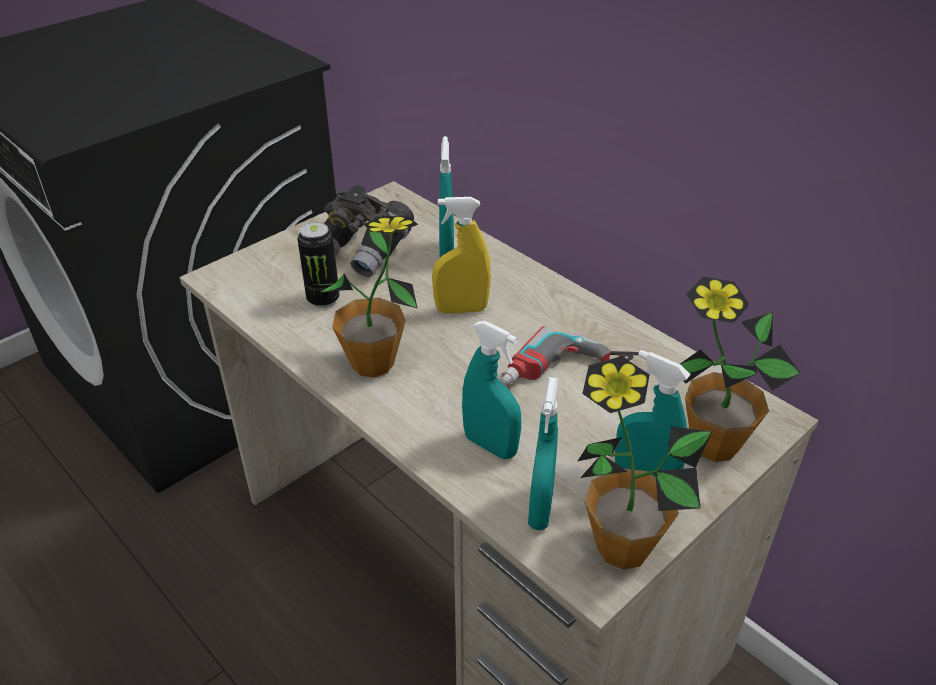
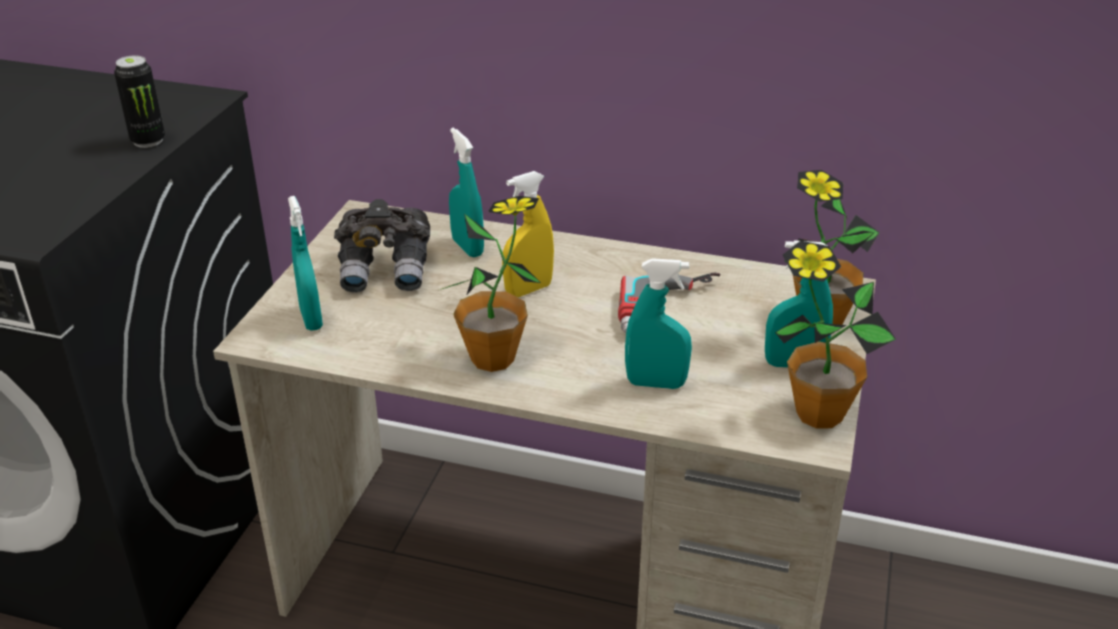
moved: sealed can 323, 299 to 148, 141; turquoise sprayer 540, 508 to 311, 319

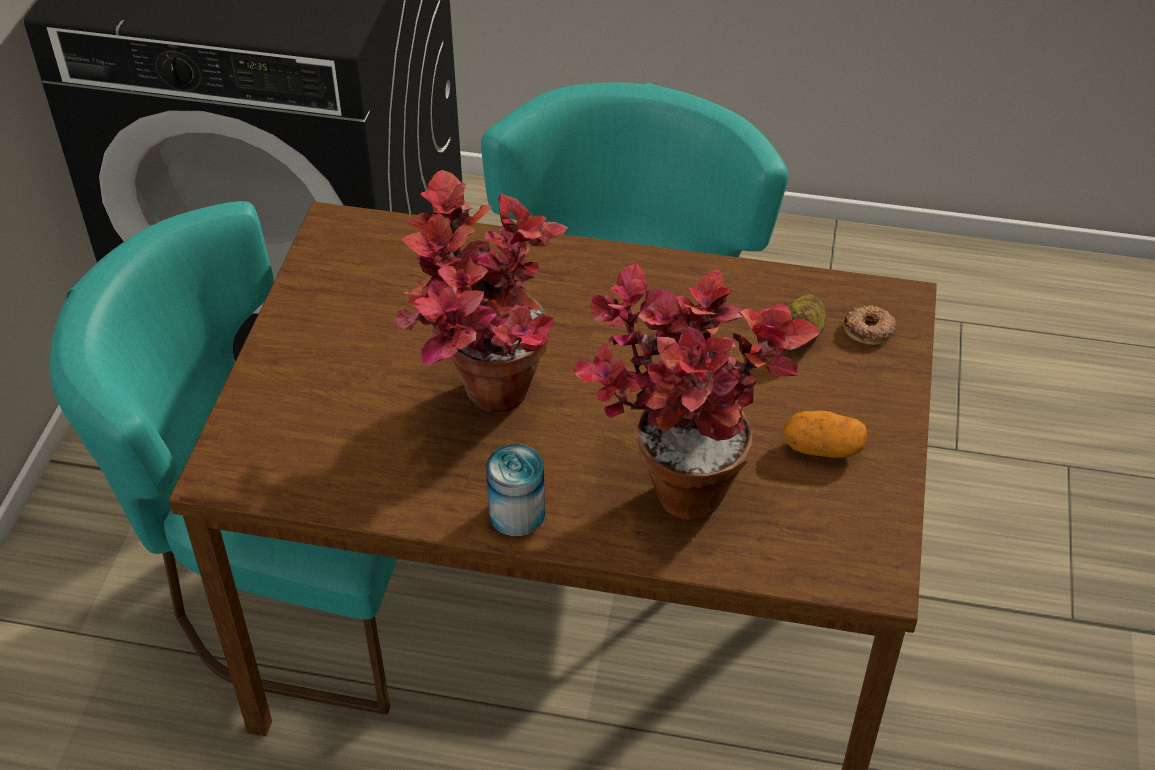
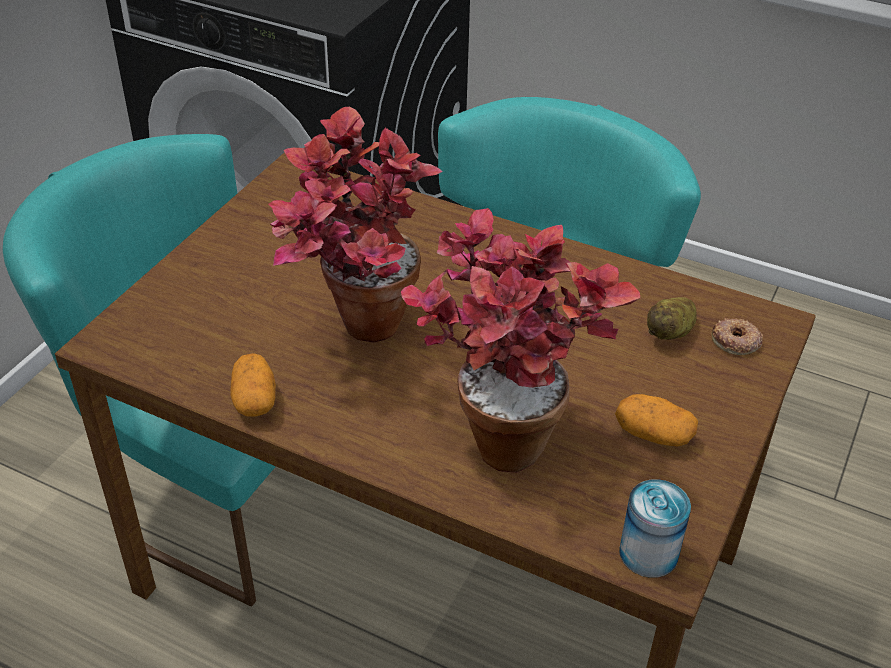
added: whole potato 254, 399
moved: sealed can 517, 514 to 648, 553

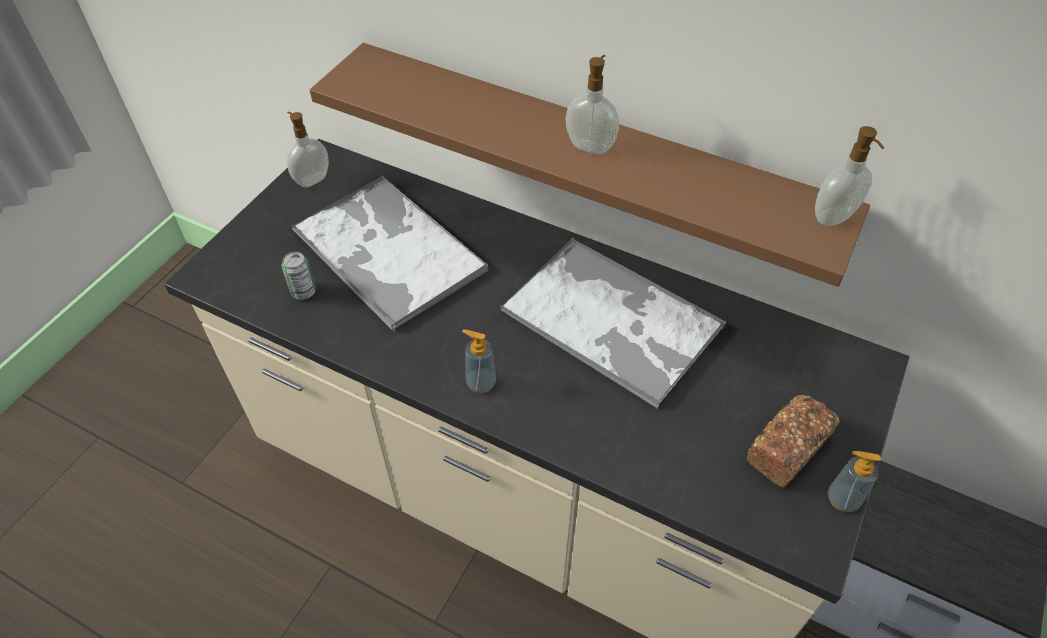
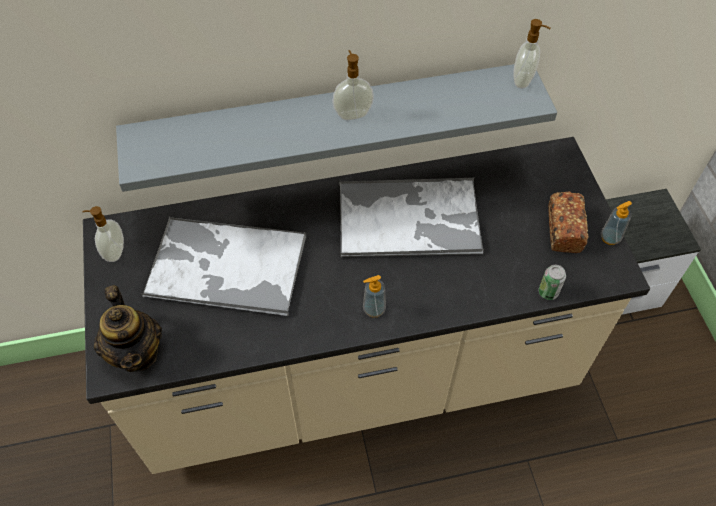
added: teapot 137, 352
moved: sealed can 303, 292 to 548, 292
recoloured: brownish shelf 588, 155 to grey shelf 332, 120

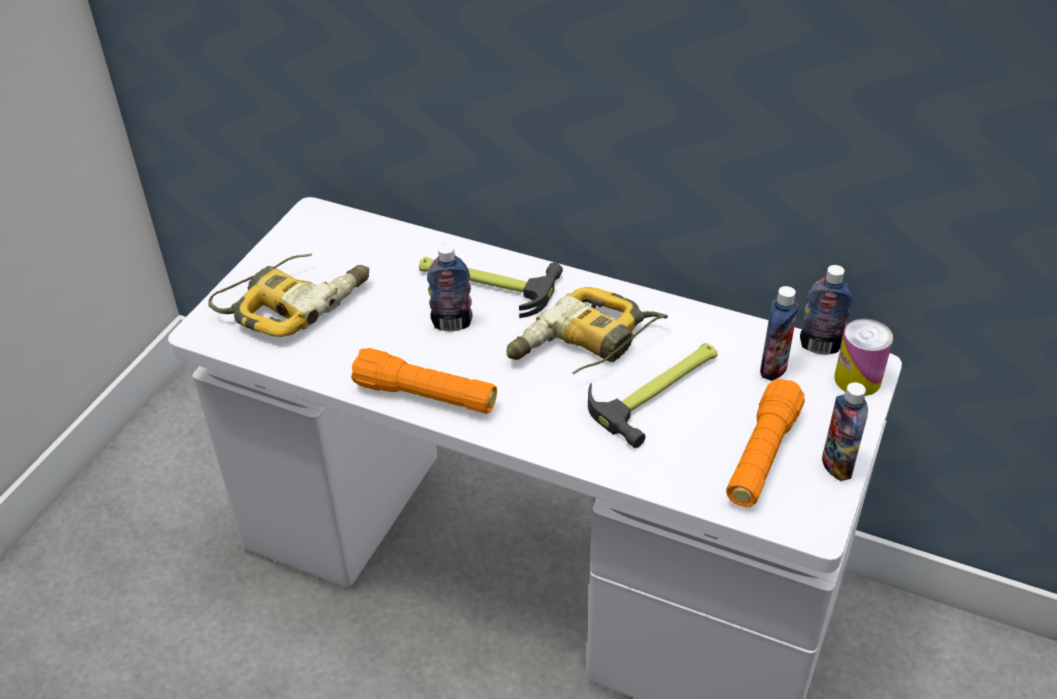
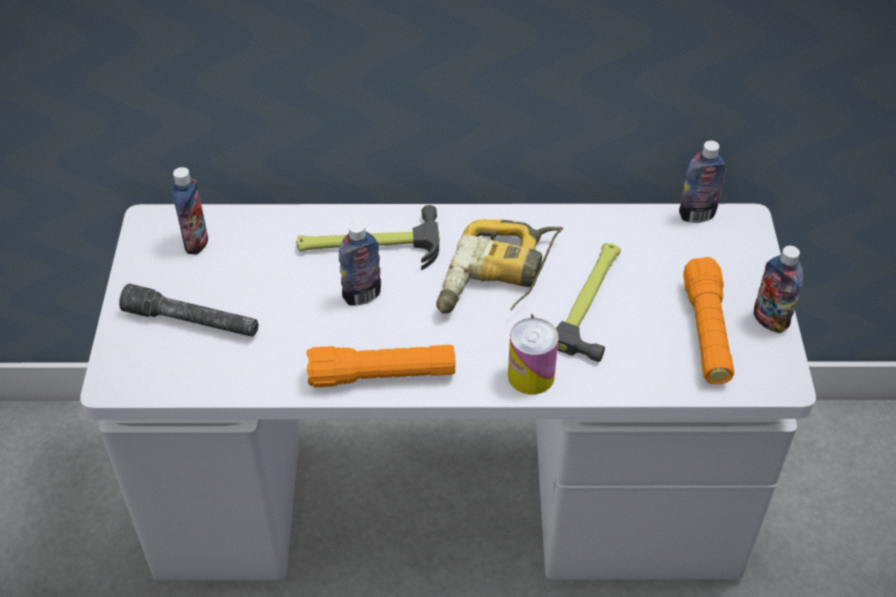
moved: bottle 773, 368 to 196, 242; sealed can 857, 379 to 531, 376
replaced: power drill 295, 302 to grey hand torch 192, 321

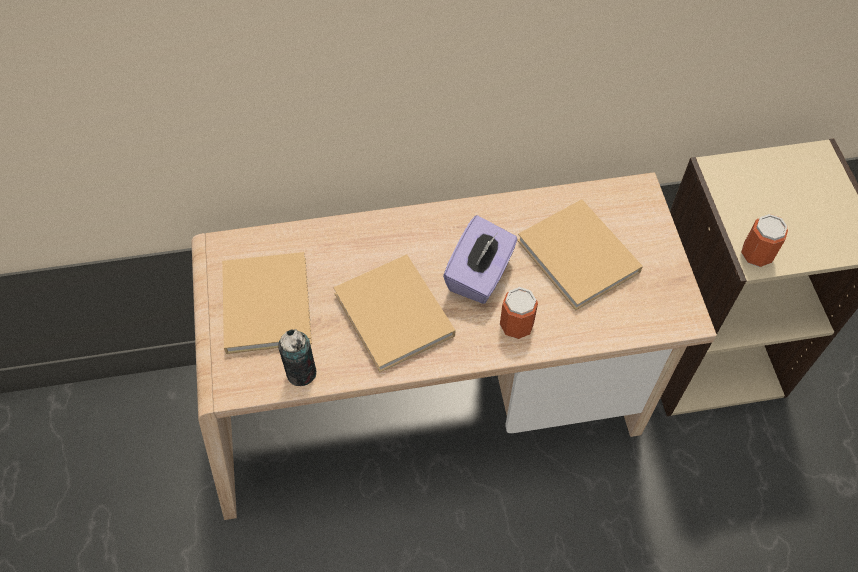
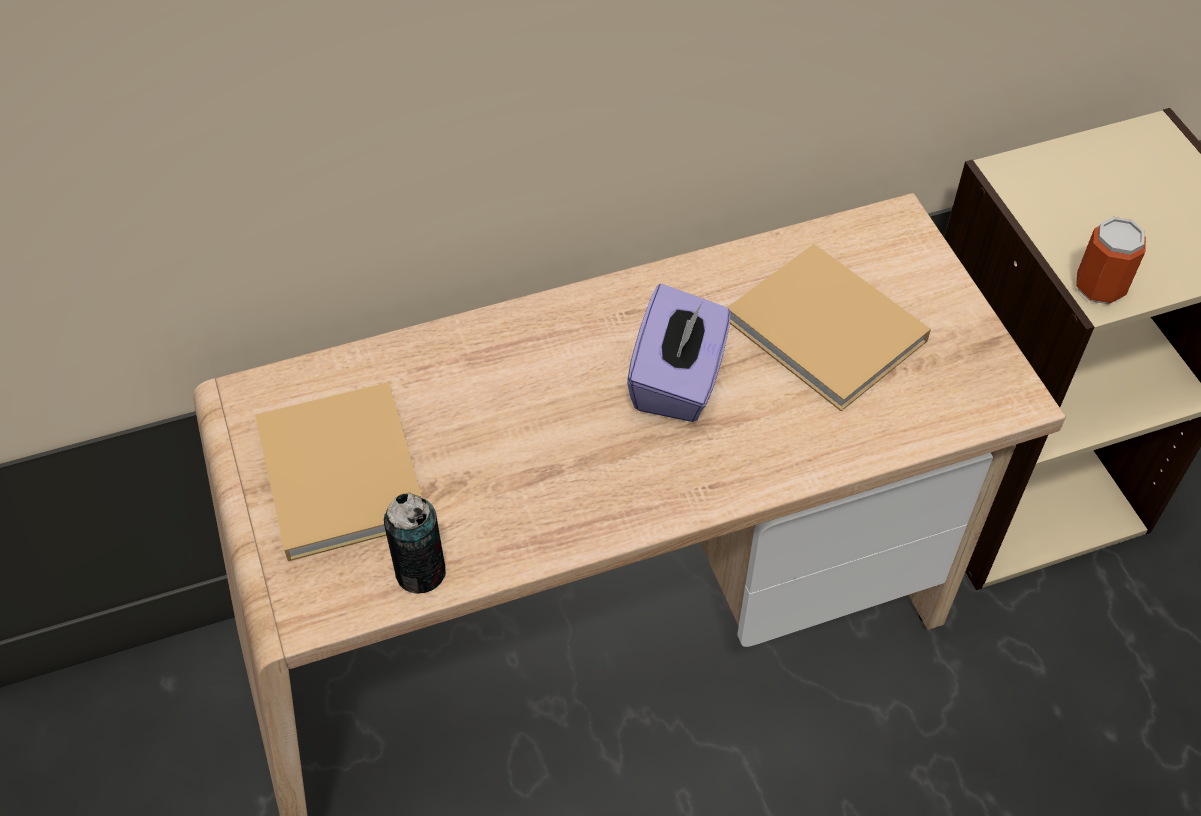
removed: beige volume 395, 317; sealed can 516, 325

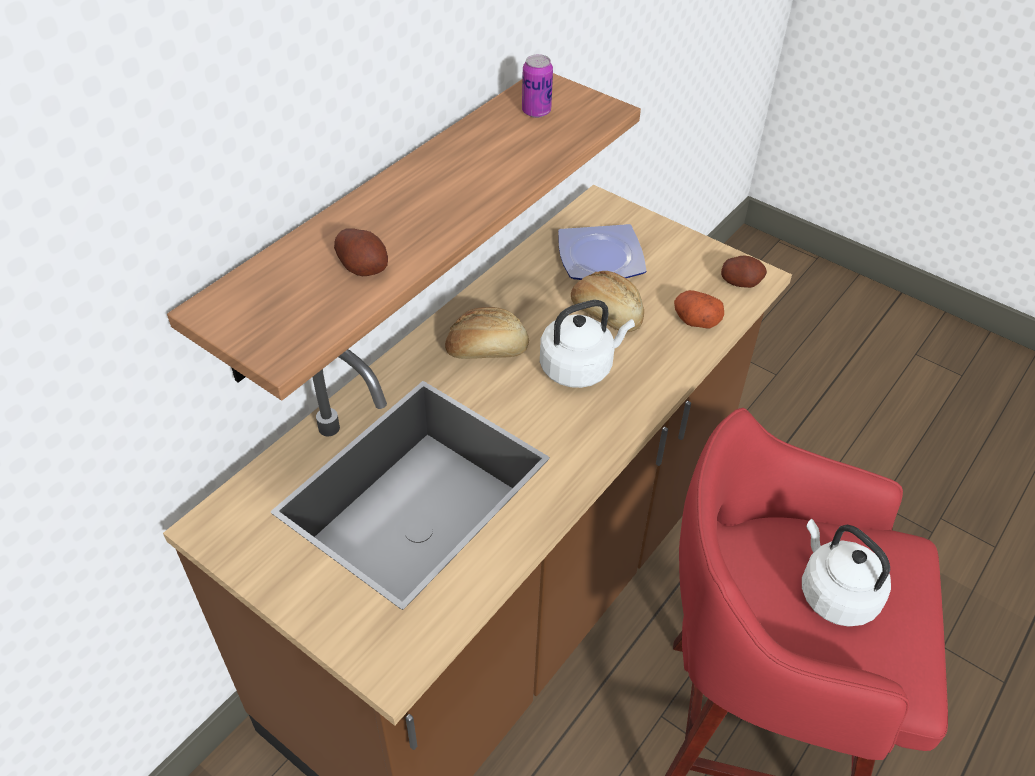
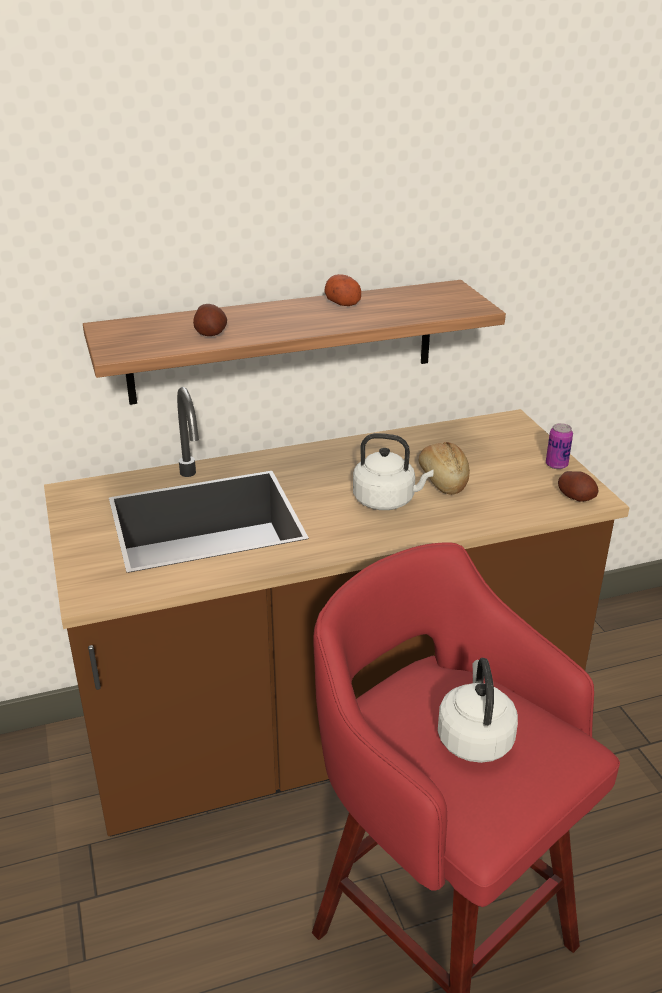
removed: baked bread 487, 349; flat dish 598, 257
moved: sealed can 536, 111 to 556, 465; whole potato 695, 320 to 341, 302

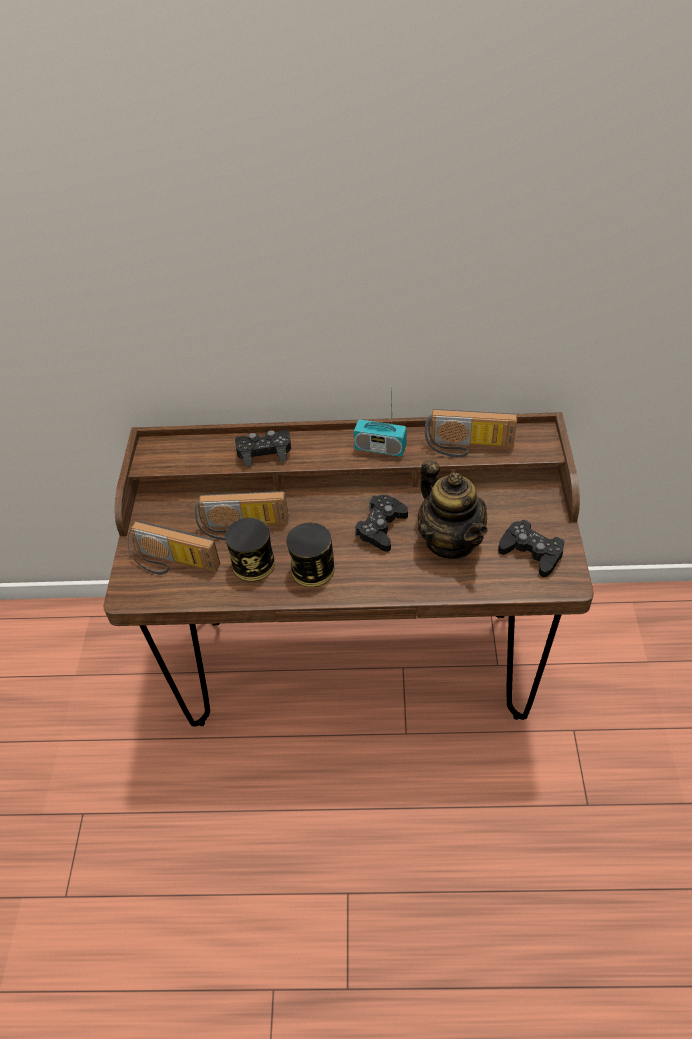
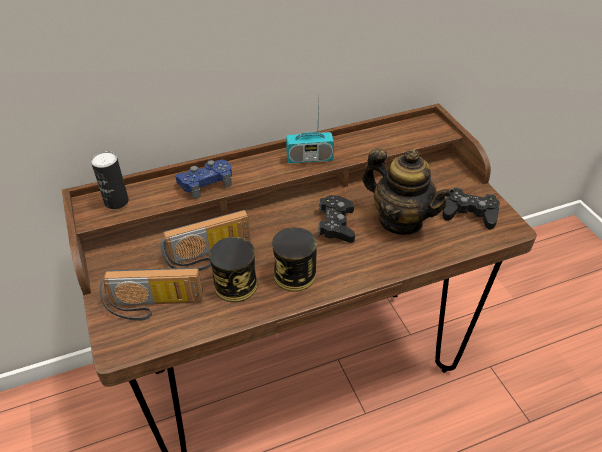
removed: radio receiver 468, 447
added: sealed can 116, 202
recoloured: black-coloured game controller 264, 451 to blue-coloured game controller 206, 182

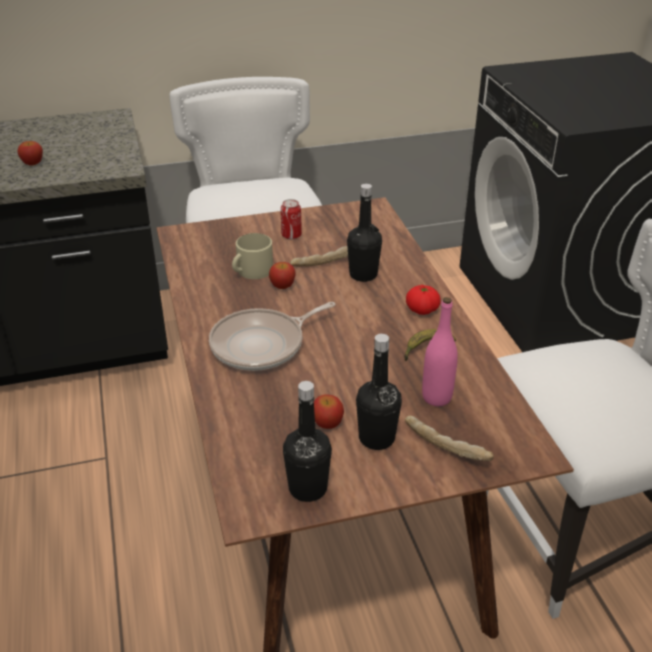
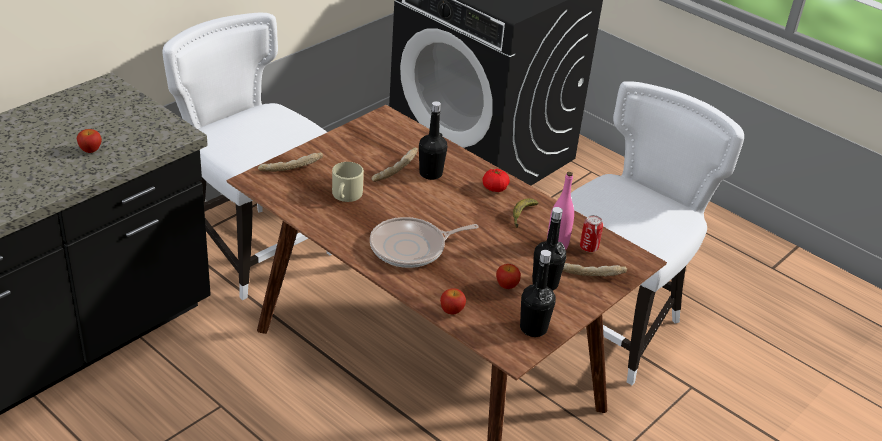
added: baked bread 290, 167
moved: apple fruit 282, 286 to 452, 310; sealed can 291, 235 to 588, 247
turned: pan 262, 345 = 411, 248 45 degrees clockwise

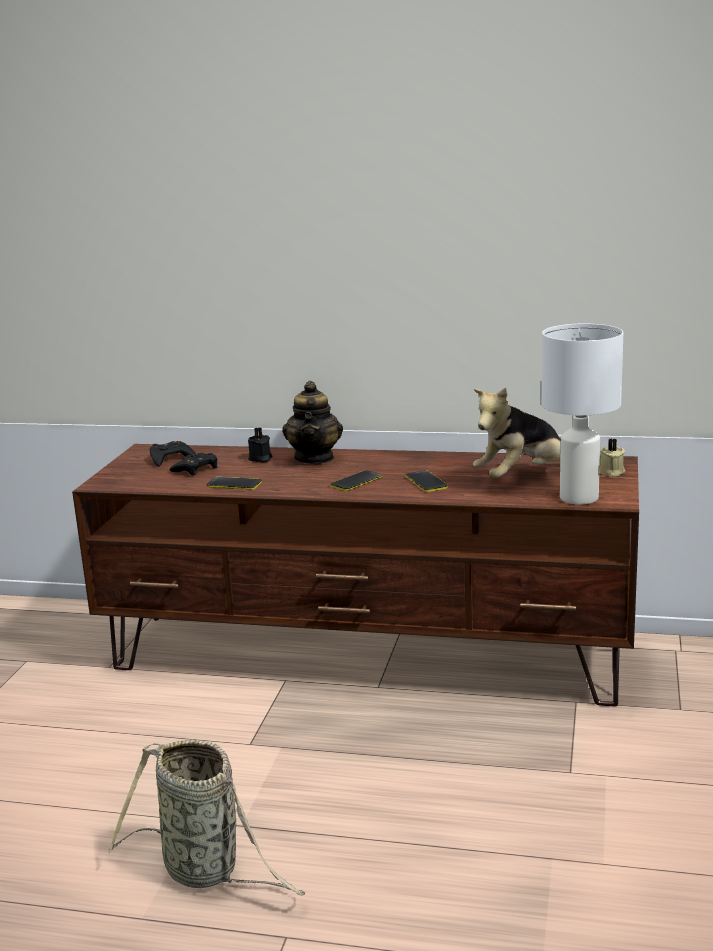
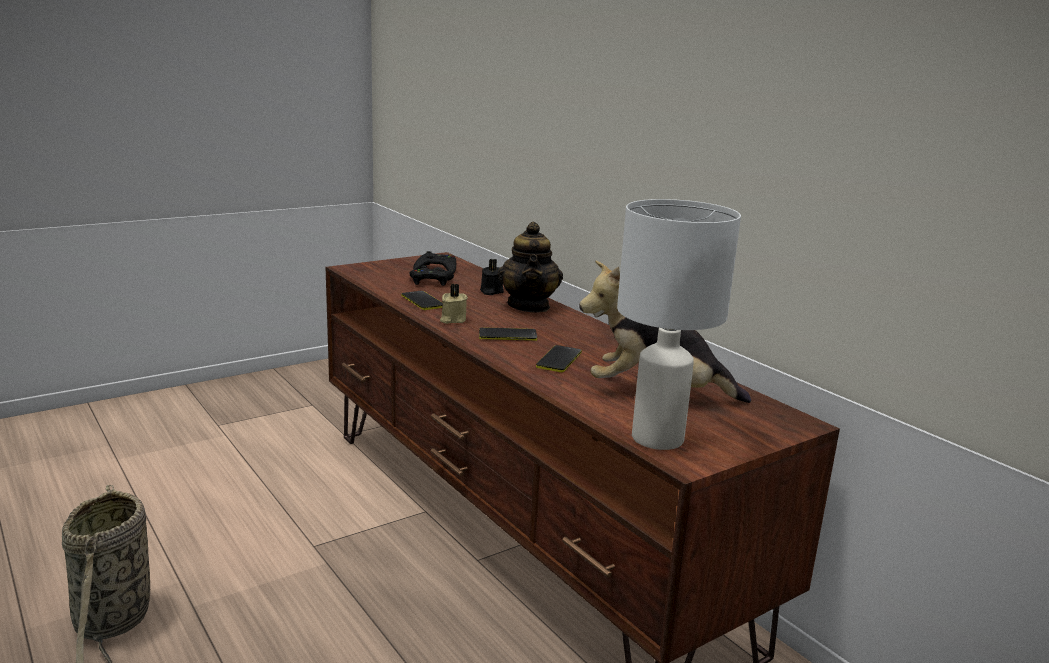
moved: beige wax light 611, 472 to 452, 319
turned: teapot 315, 458 = 529, 306 45 degrees counterclockwise

